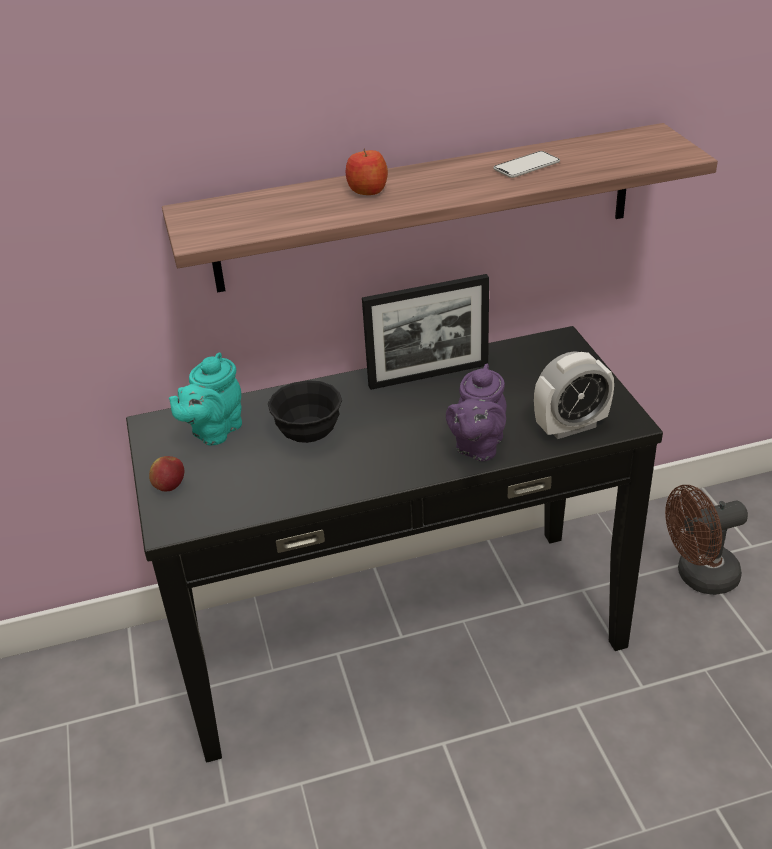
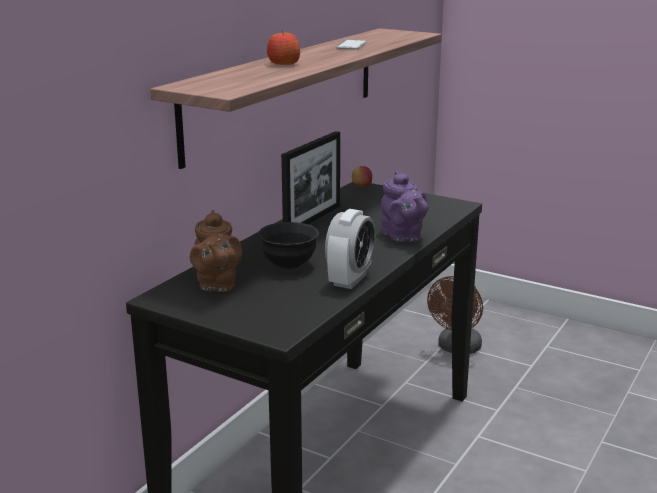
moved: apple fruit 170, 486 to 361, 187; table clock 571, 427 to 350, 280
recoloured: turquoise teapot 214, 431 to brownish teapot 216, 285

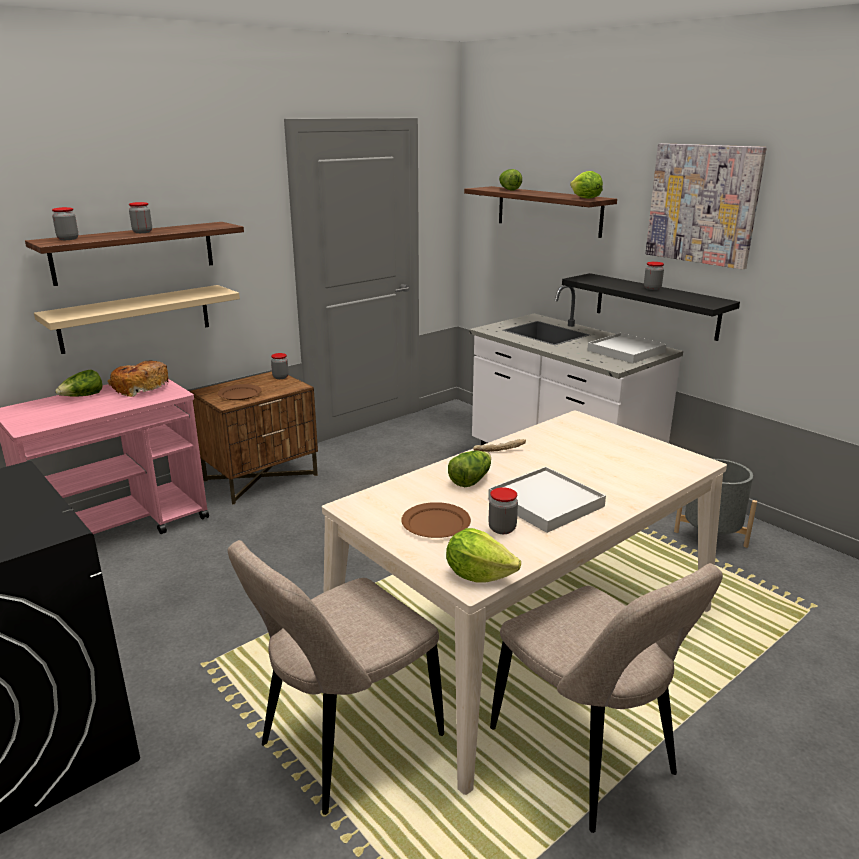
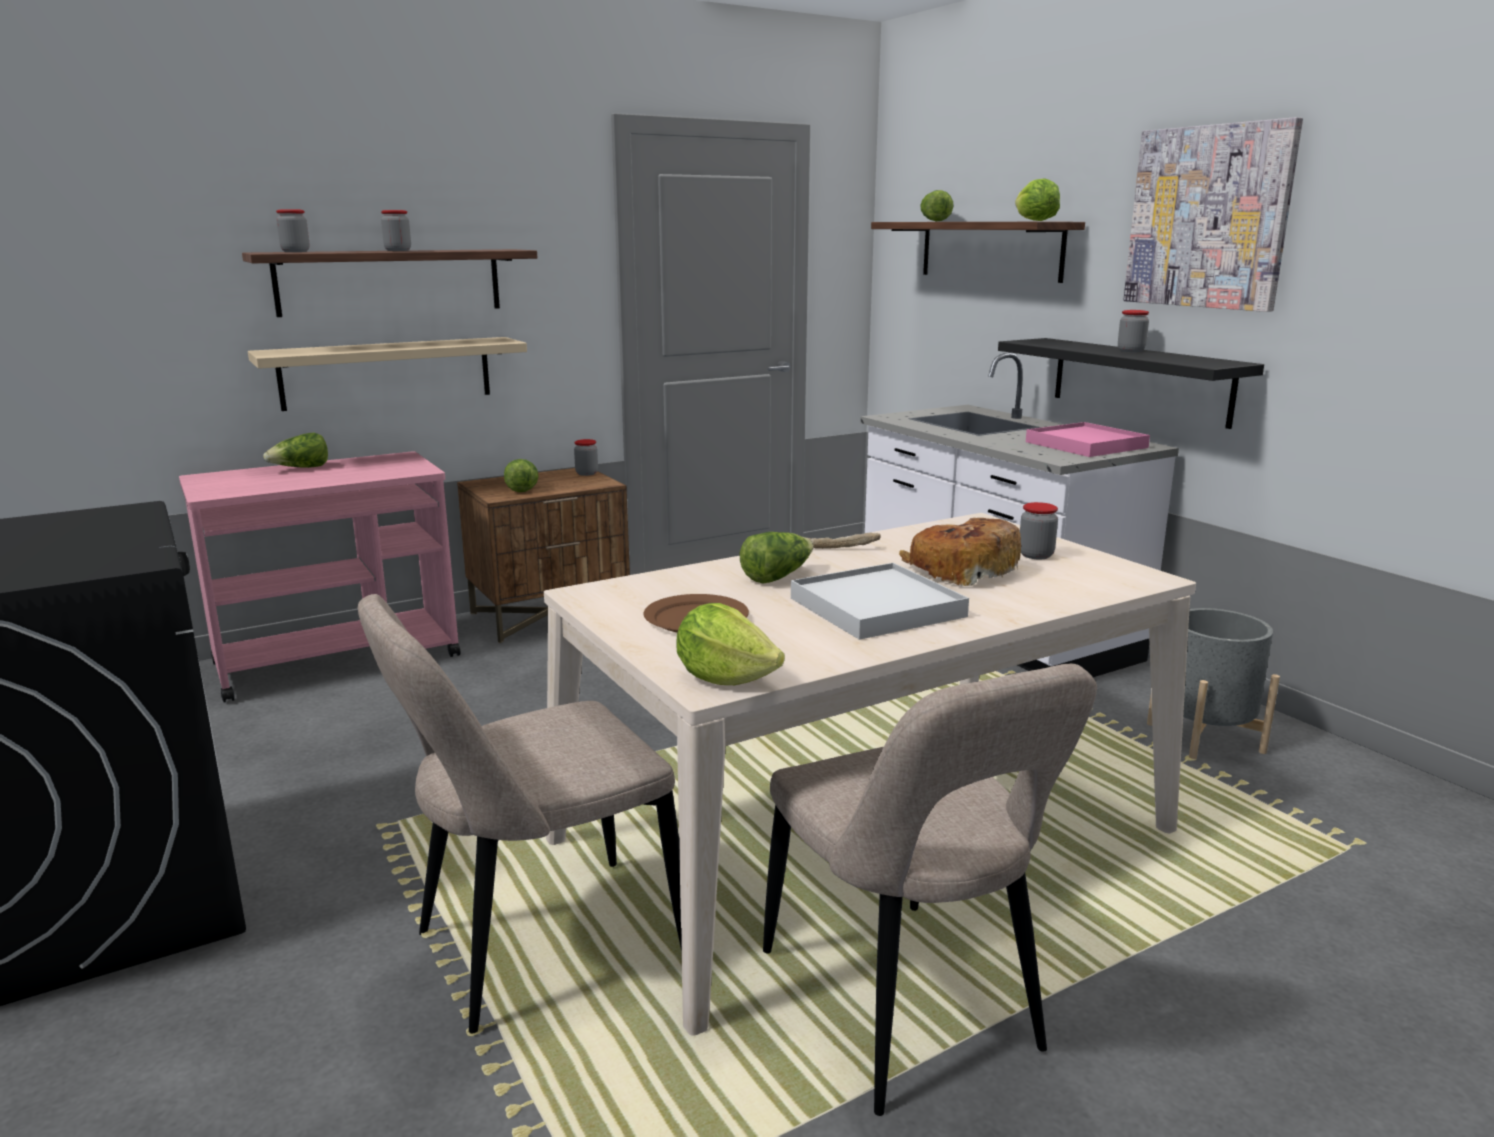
moved: baked bread 140, 388 to 961, 570; preserve jar 502, 529 to 1036, 555
replaced: brownish flat dish 239, 394 to lettuce head 521, 488
recoloured: white-coloured carrying tray 626, 351 to pink-coloured carrying tray 1086, 445

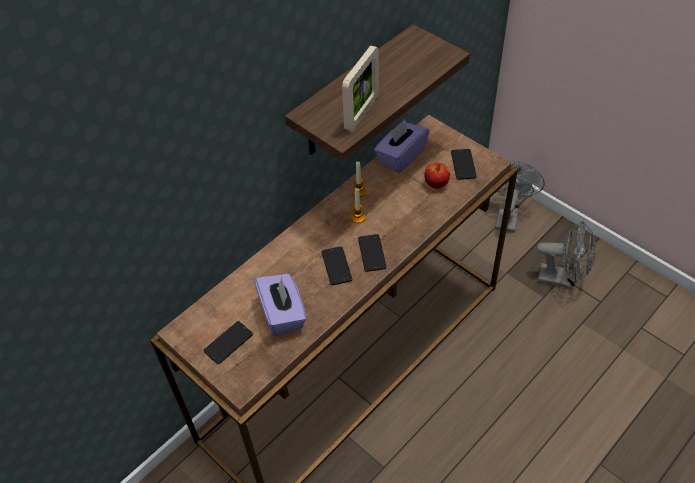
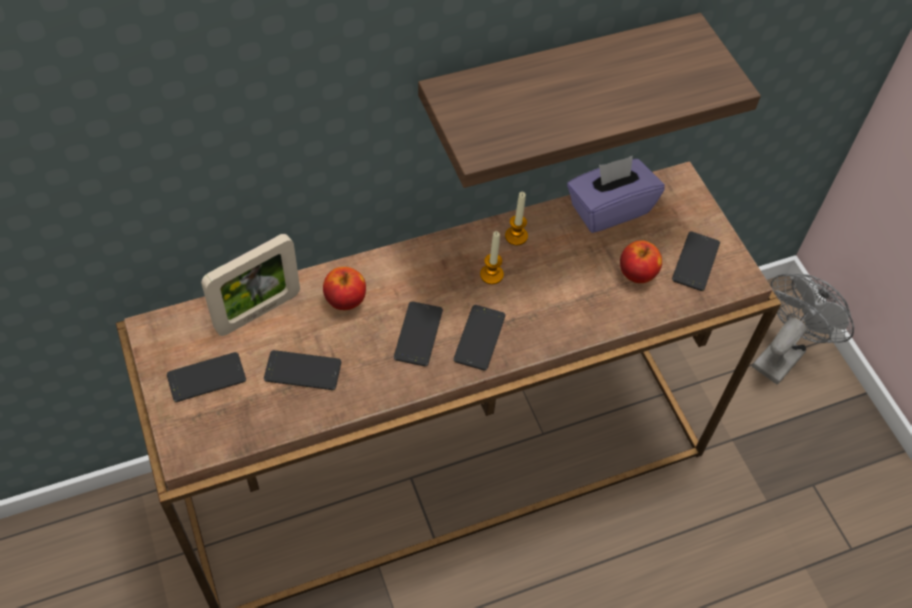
removed: grey cooling fan 562, 278
added: apple fruit 345, 300
moved: picture frame 361, 113 to 258, 312
replaced: purplish tissue holder 283, 314 to phone 302, 371

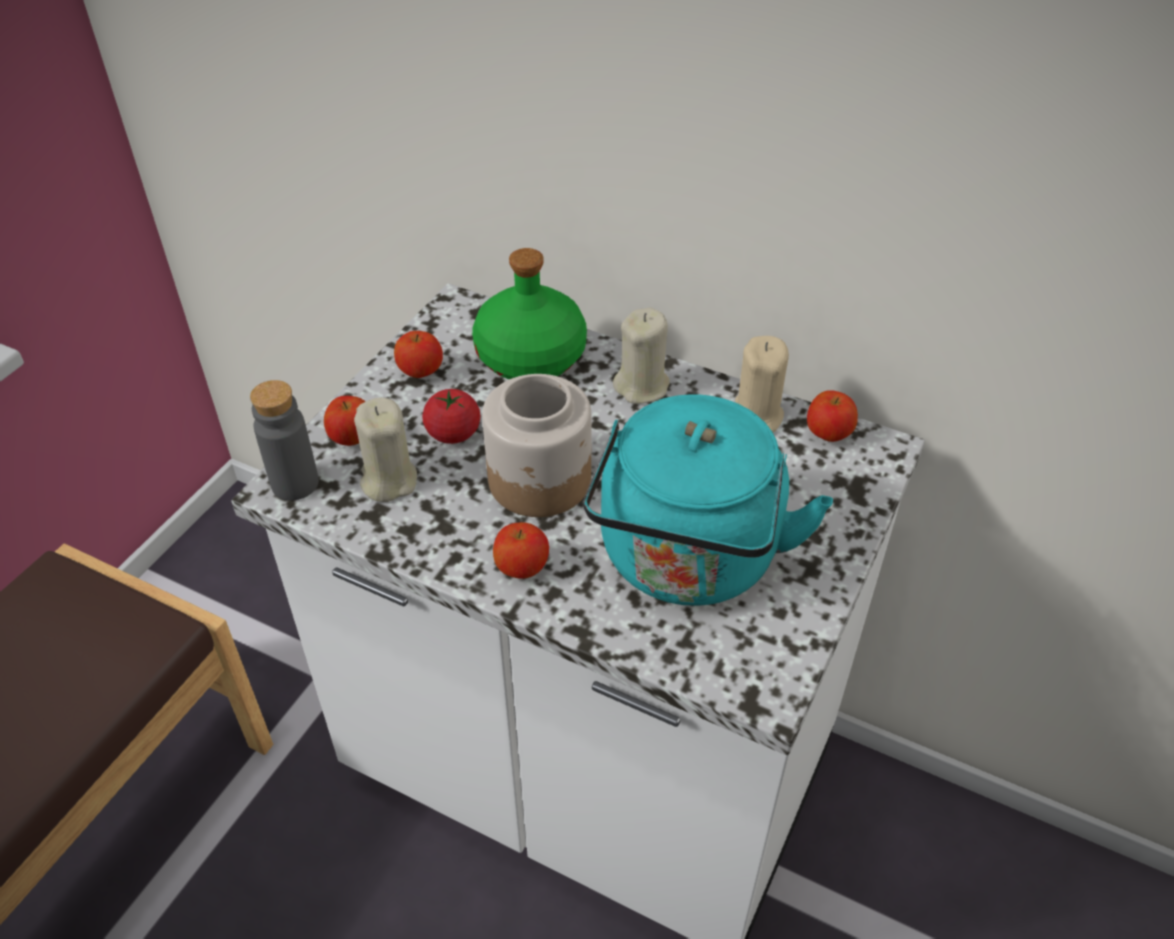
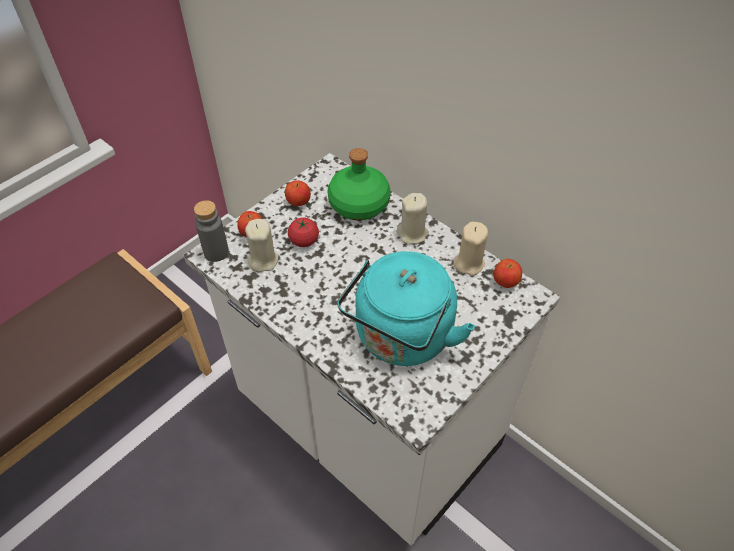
removed: preserve jar 540, 481; apple fruit 521, 568

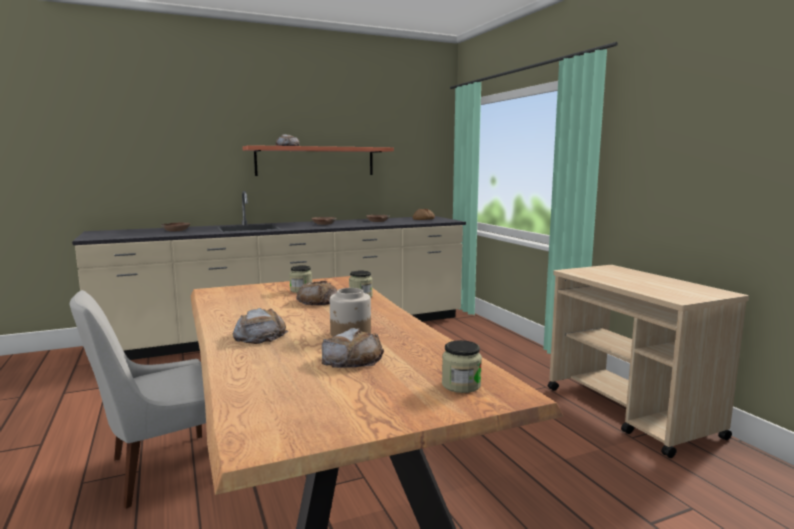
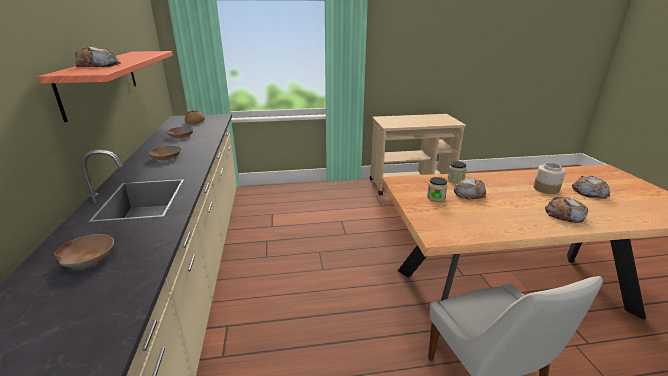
removed: preserve jar 461, 385

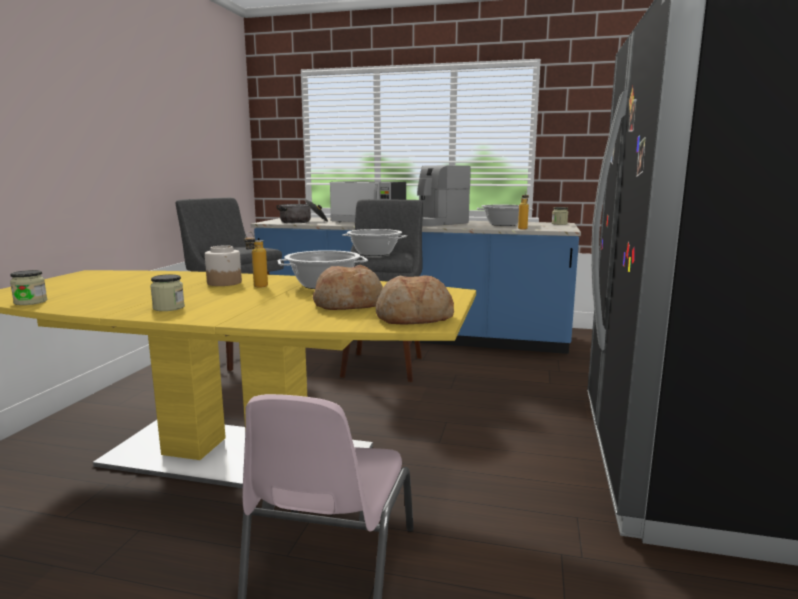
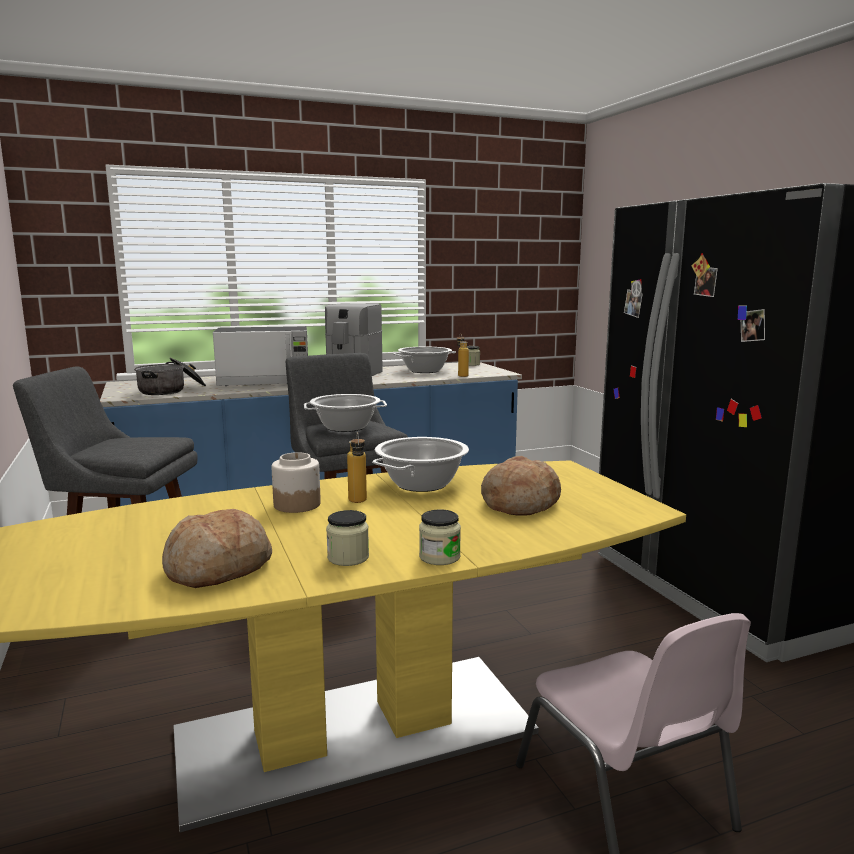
moved: preserve jar 30, 302 to 439, 557; baked bread 414, 318 to 218, 568

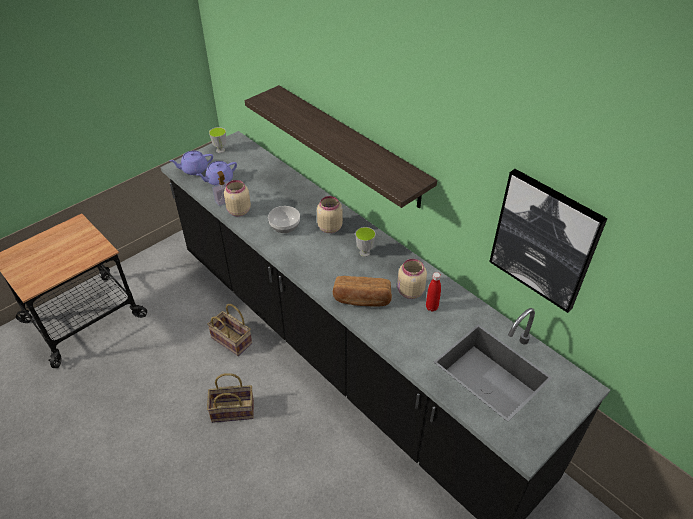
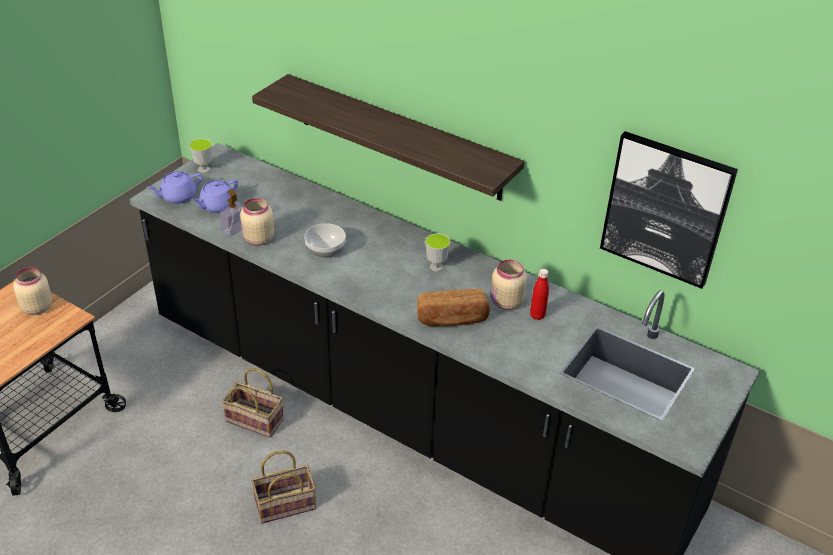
moved: beige preserve jar 329, 227 to 36, 307

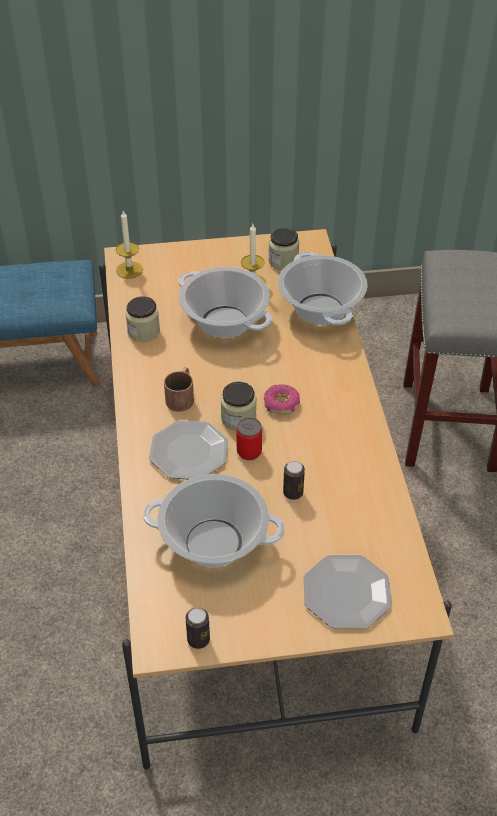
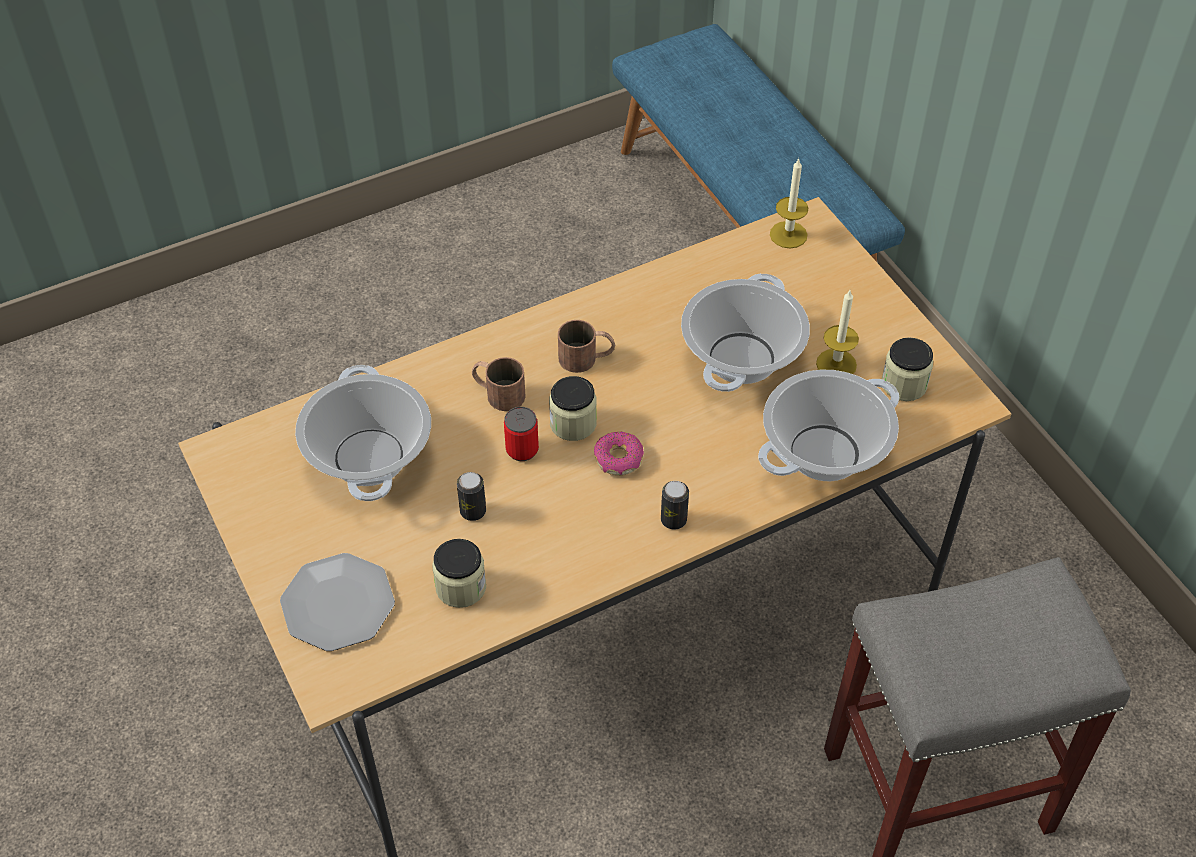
moved: preserve jar 143, 331 to 461, 587; sealed can 198, 639 to 673, 520
replaced: flat dish 188, 452 to brownish tea mug 497, 392

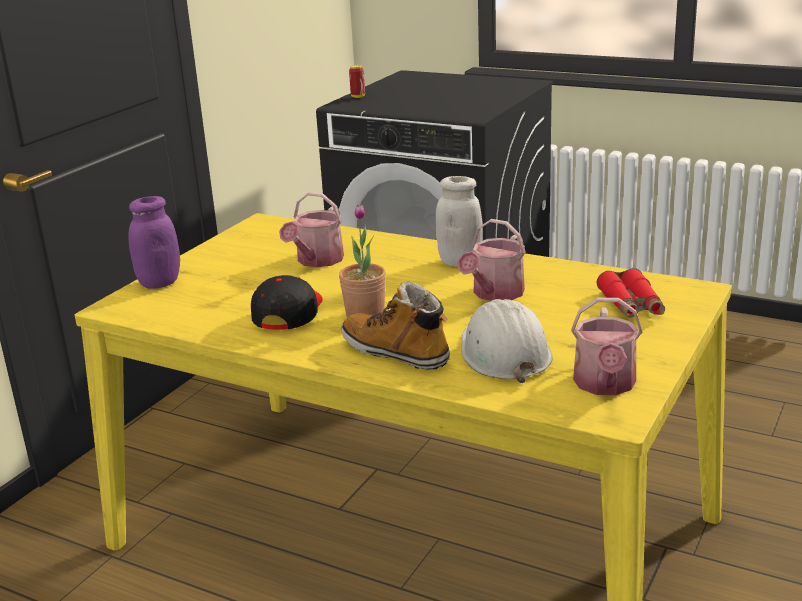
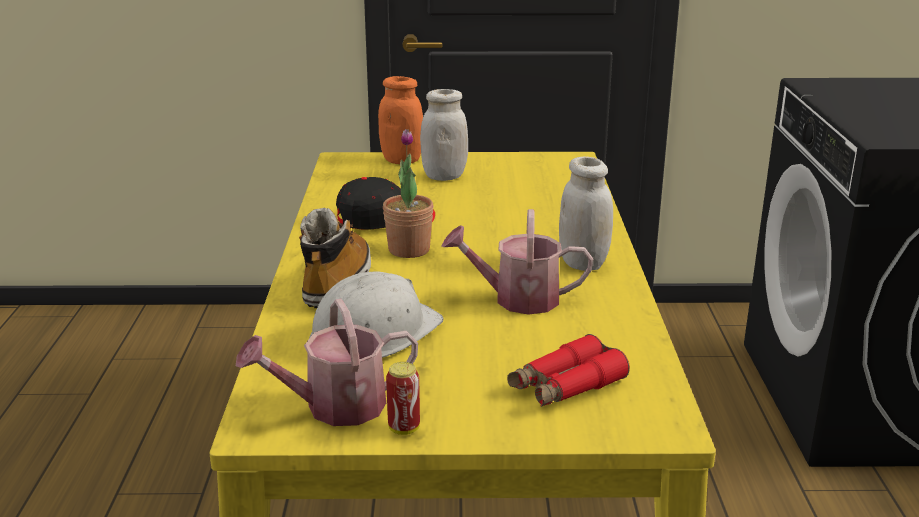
removed: watering pot 317, 261
added: white-coloured preserve jar 444, 176
moved: sealed can 358, 97 to 404, 428
recoloured: purplish preserve jar 159, 282 to orange preserve jar 402, 160

